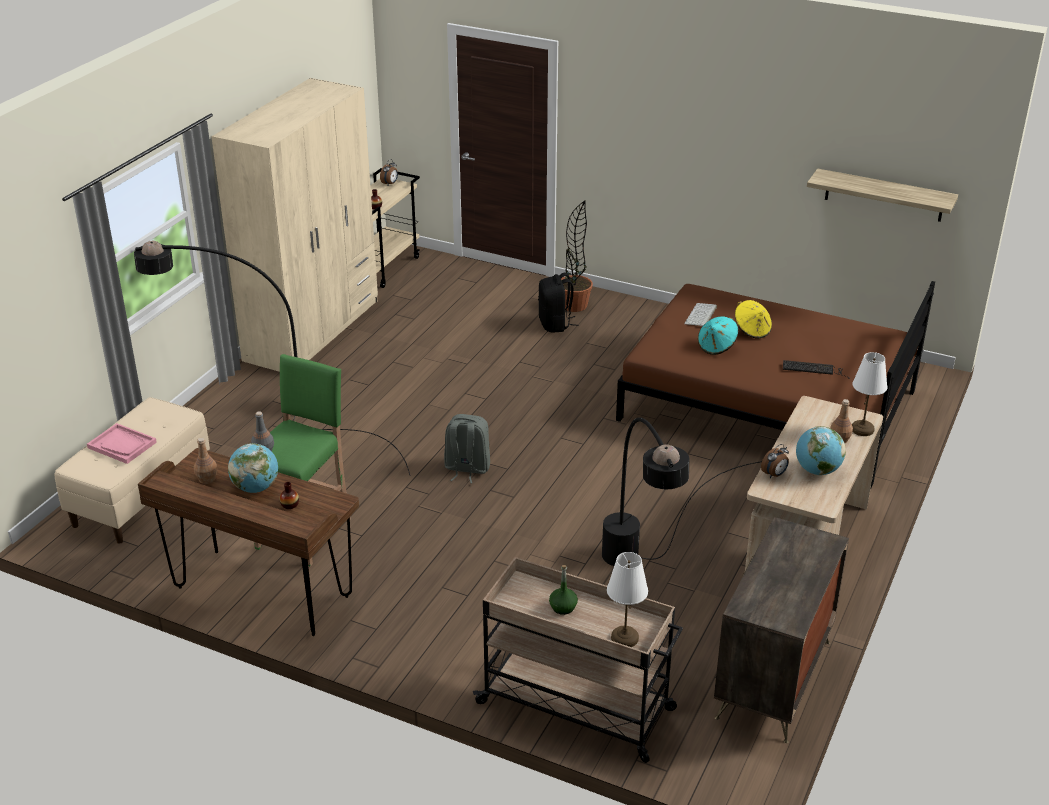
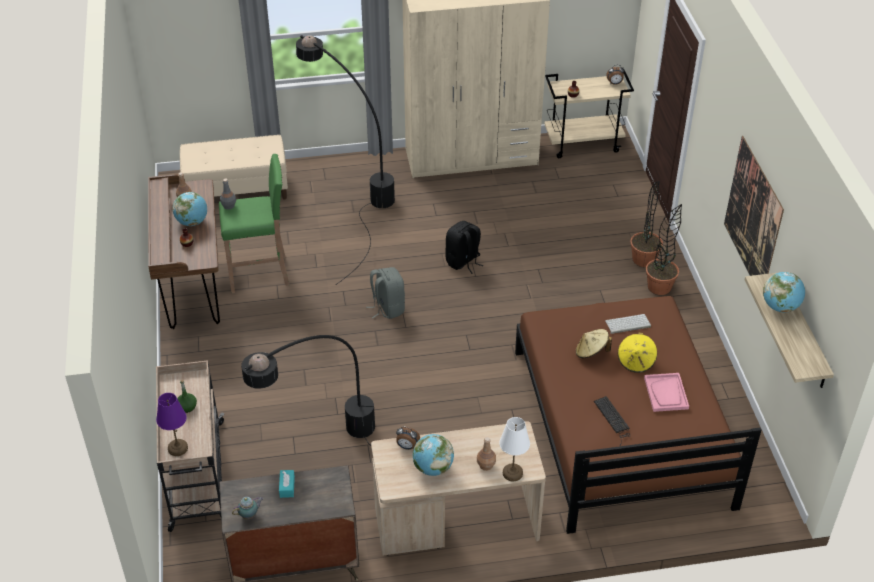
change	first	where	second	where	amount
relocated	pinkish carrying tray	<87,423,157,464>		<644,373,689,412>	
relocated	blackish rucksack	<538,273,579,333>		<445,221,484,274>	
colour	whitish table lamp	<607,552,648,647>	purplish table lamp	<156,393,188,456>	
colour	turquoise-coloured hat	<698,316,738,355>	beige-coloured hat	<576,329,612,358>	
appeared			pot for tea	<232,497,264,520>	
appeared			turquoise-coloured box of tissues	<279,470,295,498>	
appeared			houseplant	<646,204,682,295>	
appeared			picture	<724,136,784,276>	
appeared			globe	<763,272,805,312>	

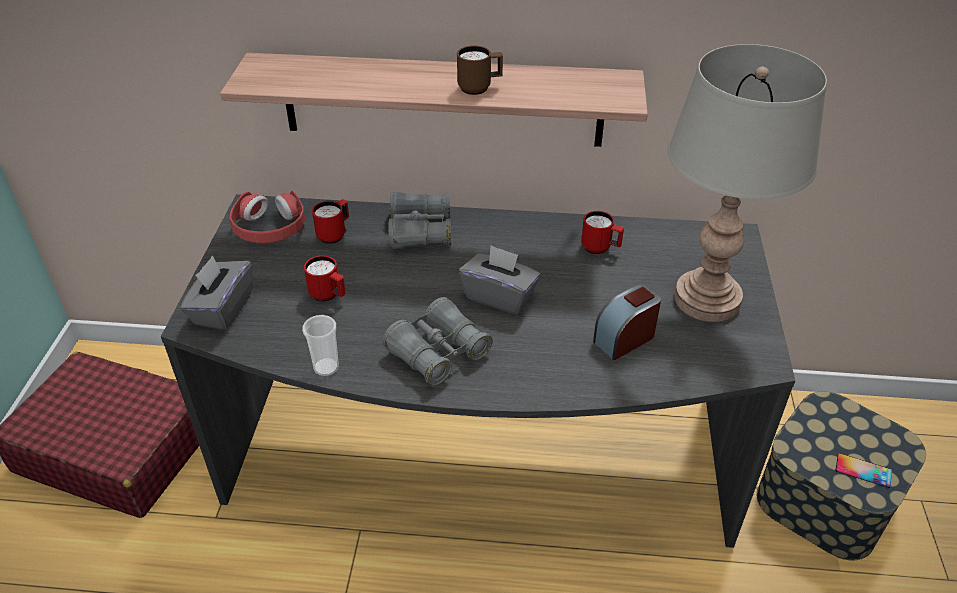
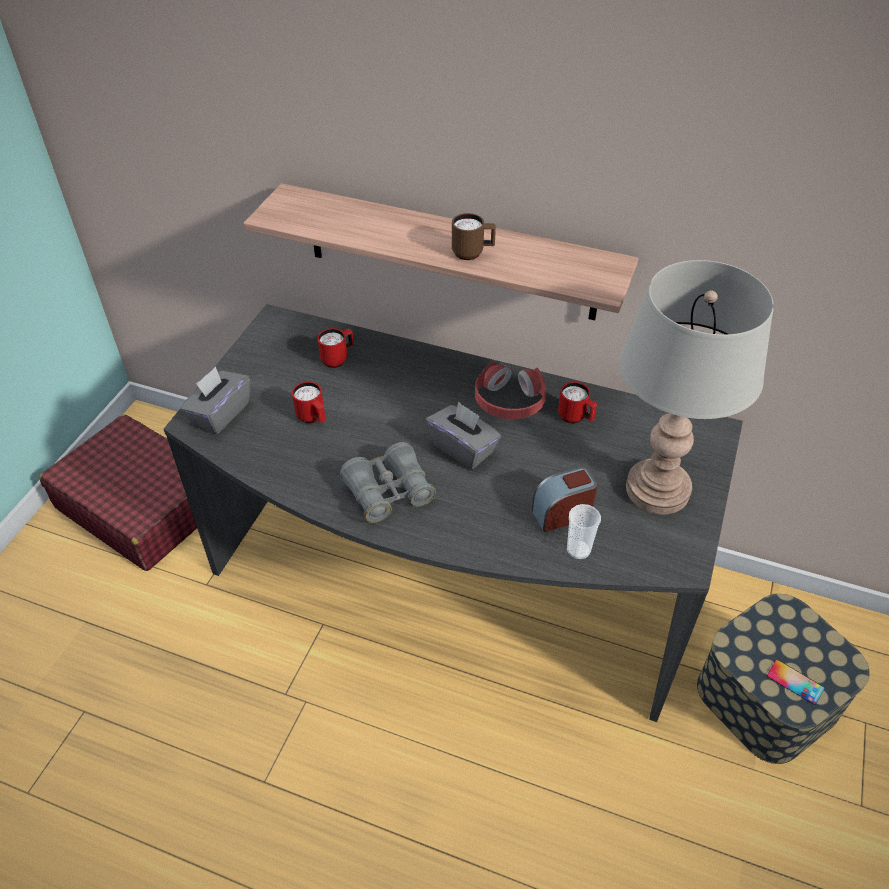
change	first	where	second	where	amount
relocated	reddish headset	<230,190,305,243>		<475,361,546,419>	
relocated	small cup	<302,315,339,376>		<567,504,601,559>	
missing	grey field glasses	<389,192,451,249>			

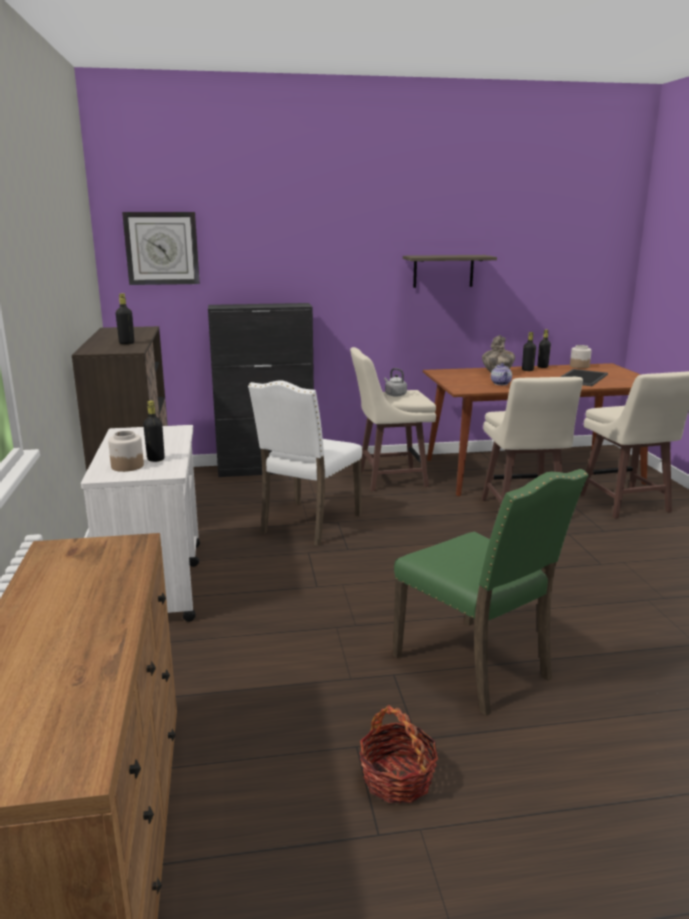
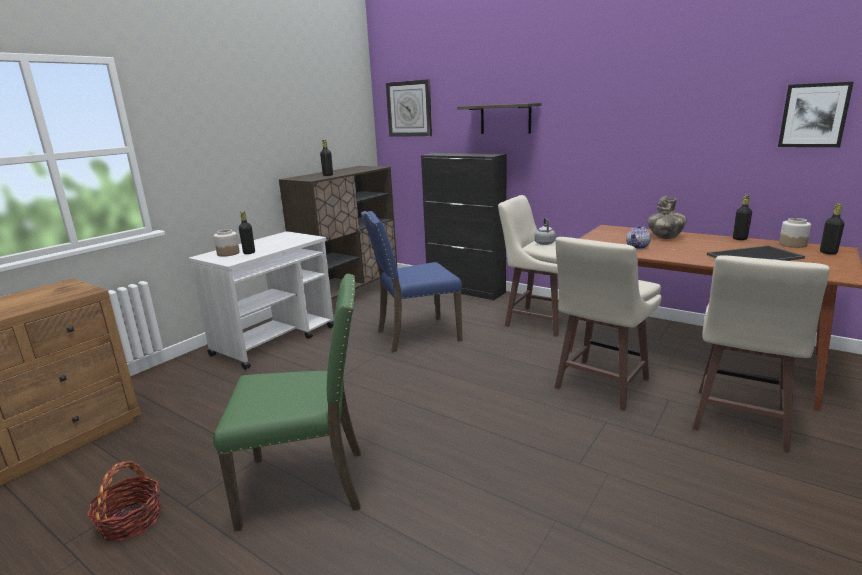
change	first	where	second	where	amount
colour	whitish upright chair	<248,380,362,546>	blue upright chair	<361,211,462,352>	
spun	green-coloured upright chair	<393,469,589,716>		<213,274,361,532>	105 degrees counterclockwise
relocated	wall shelf	<403,255,497,288>		<457,103,542,134>	
relocated	blackish beverage bottle	<522,332,536,371>		<820,204,845,255>	
appeared			picture	<778,82,854,147>	

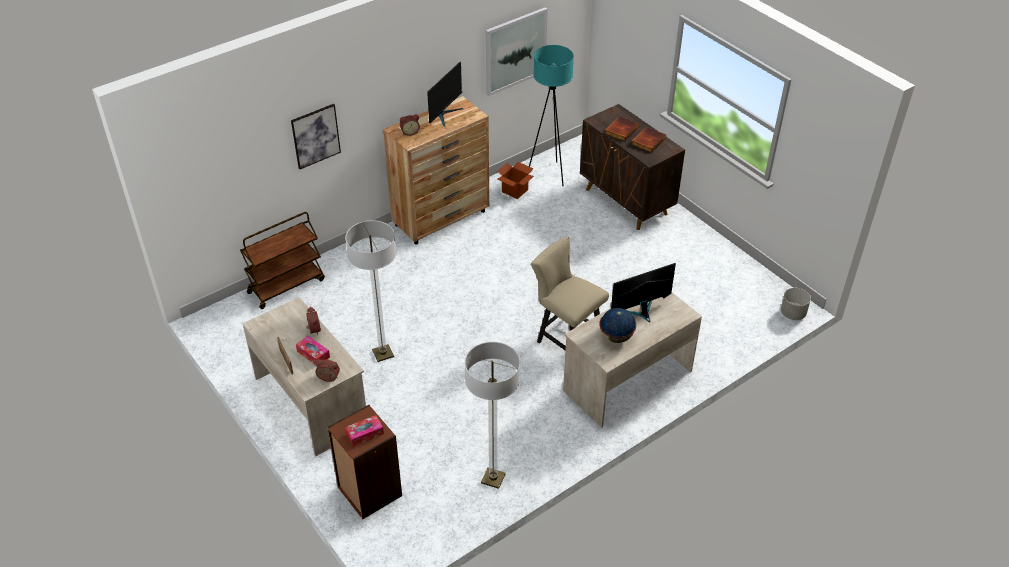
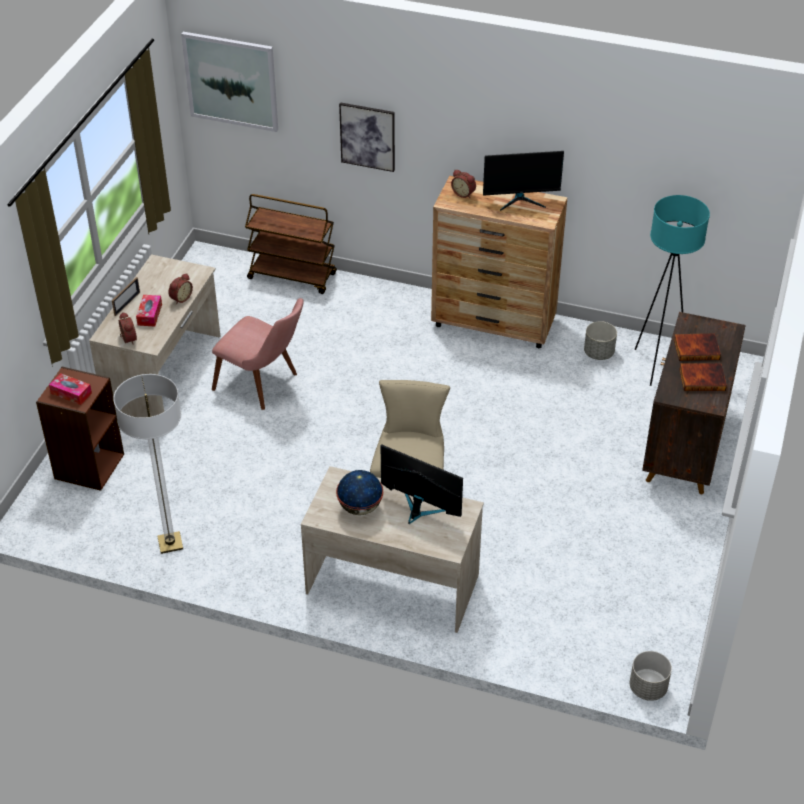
change	first	where	second	where	amount
exchanged	floor lamp	<345,220,397,362>	pinkish upright chair	<212,298,304,410>	
relocated	picture	<486,7,548,96>		<181,32,278,132>	
exchanged	carton	<497,162,534,199>	grey flower pot	<584,321,617,360>	

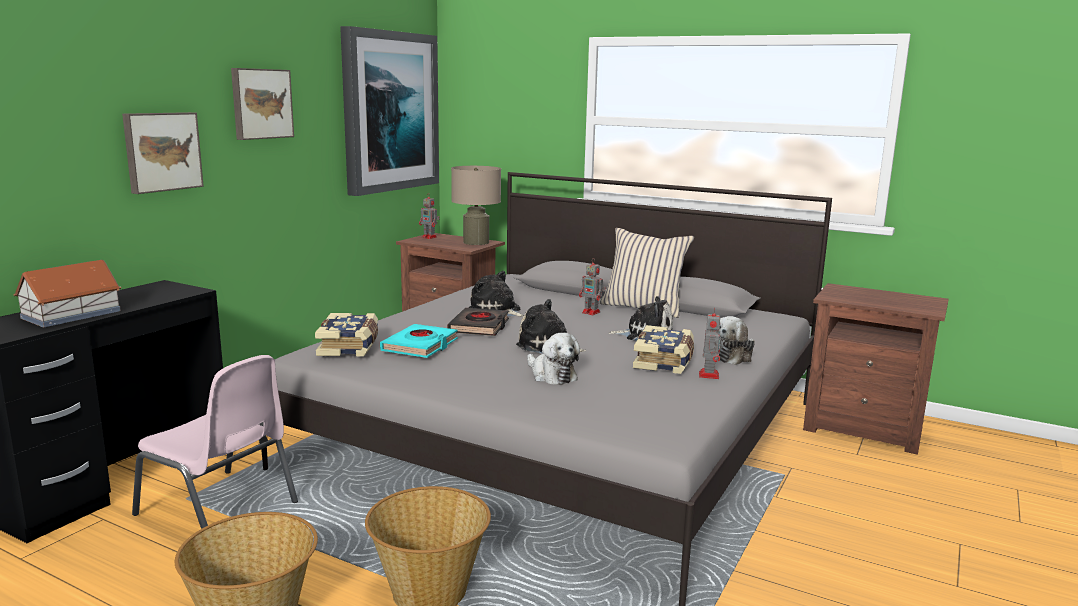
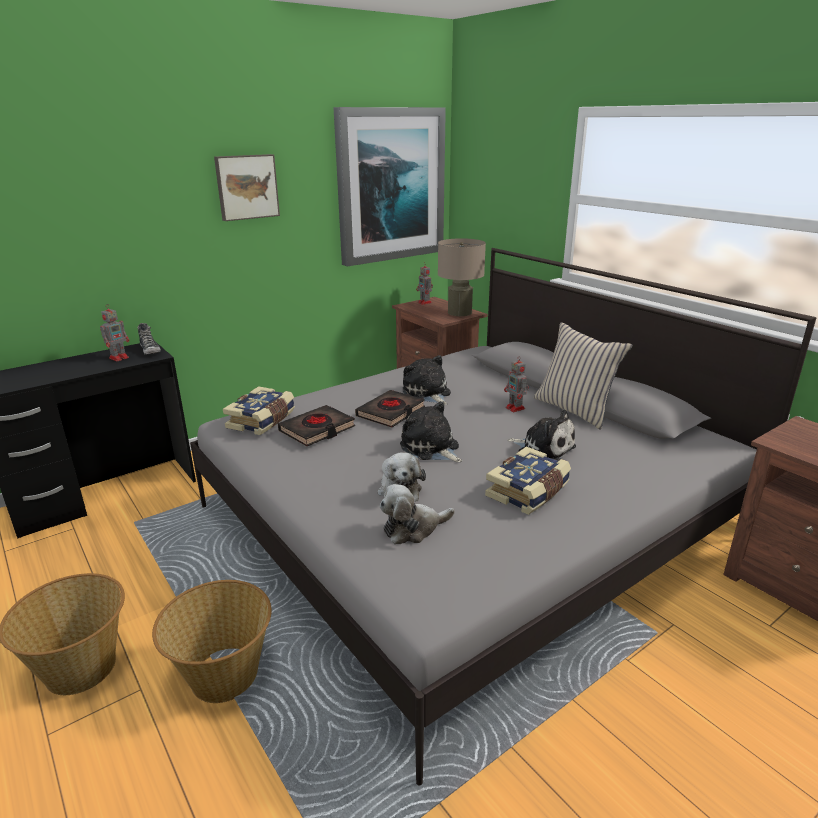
change	first	where	second	where	amount
missing	miniature house	<14,260,121,327>			
missing	picture	<122,112,204,194>			
missing	pinkish upright chair	<132,355,298,529>			
colour	turquoise-coloured volume	<380,324,458,358>	blackish volume	<278,405,355,446>	
relocated	toy robot	<699,307,720,379>		<100,304,129,361>	
relocated	cuddly toy	<716,316,755,365>		<379,484,455,544>	
appeared			low shoe	<138,323,161,354>	

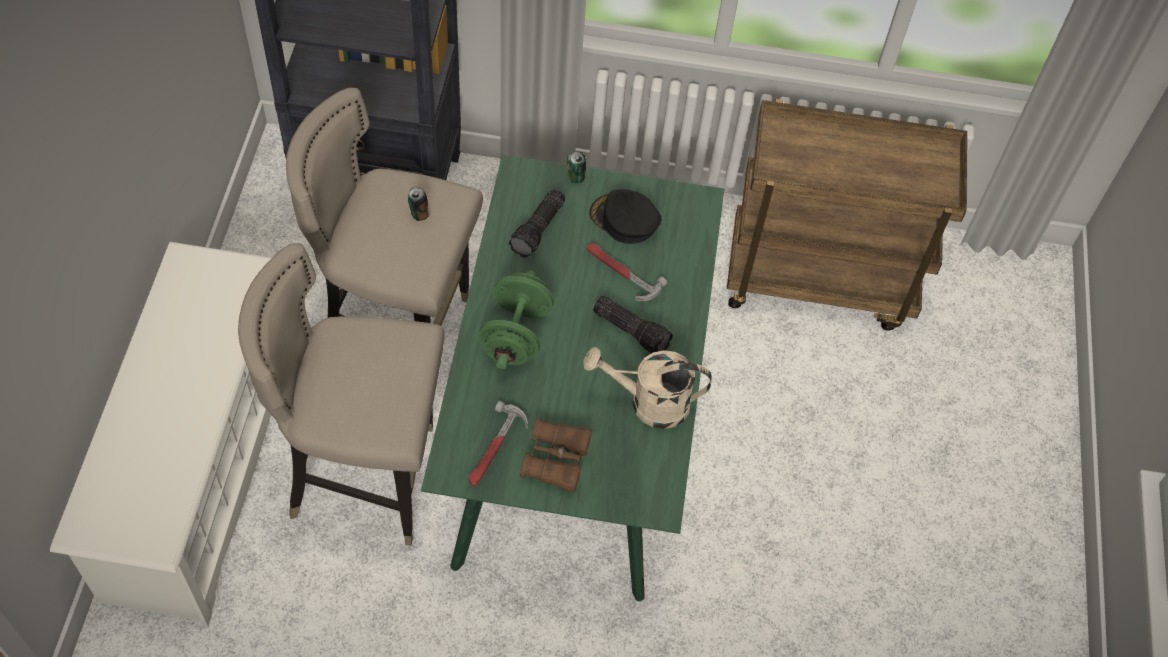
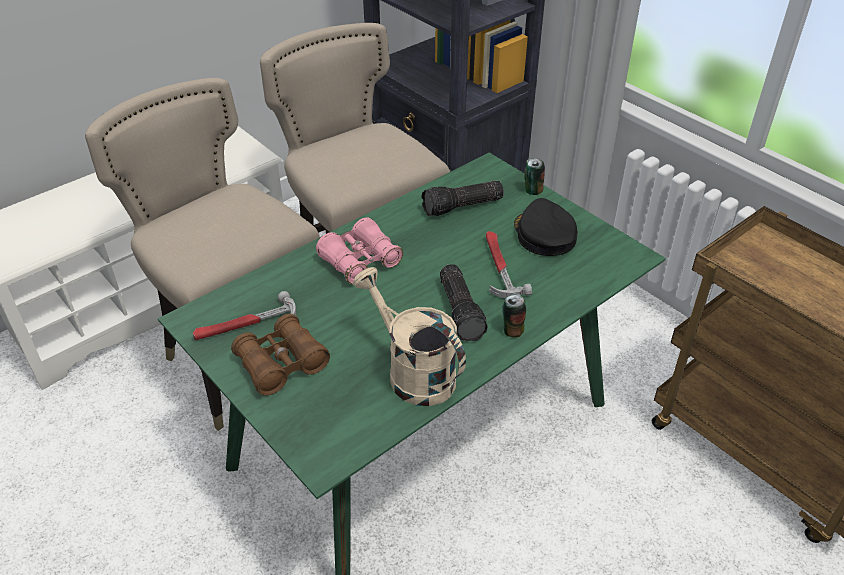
change	first	where	second	where	amount
relocated	metal can	<408,187,429,221>		<503,293,526,337>	
exchanged	green-coloured hand weight	<478,270,554,369>	pinkish field glasses	<316,218,403,284>	

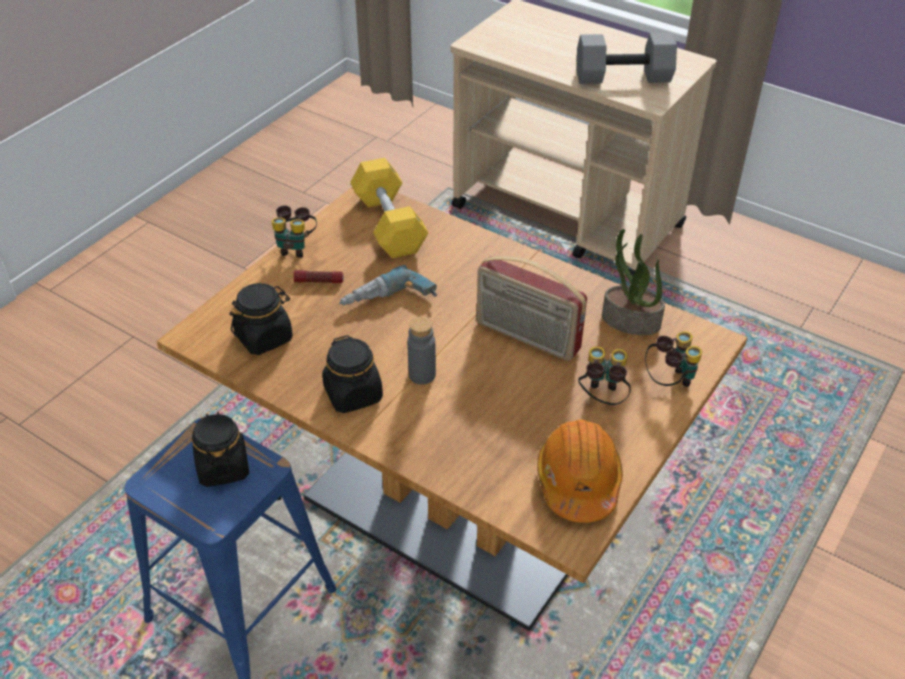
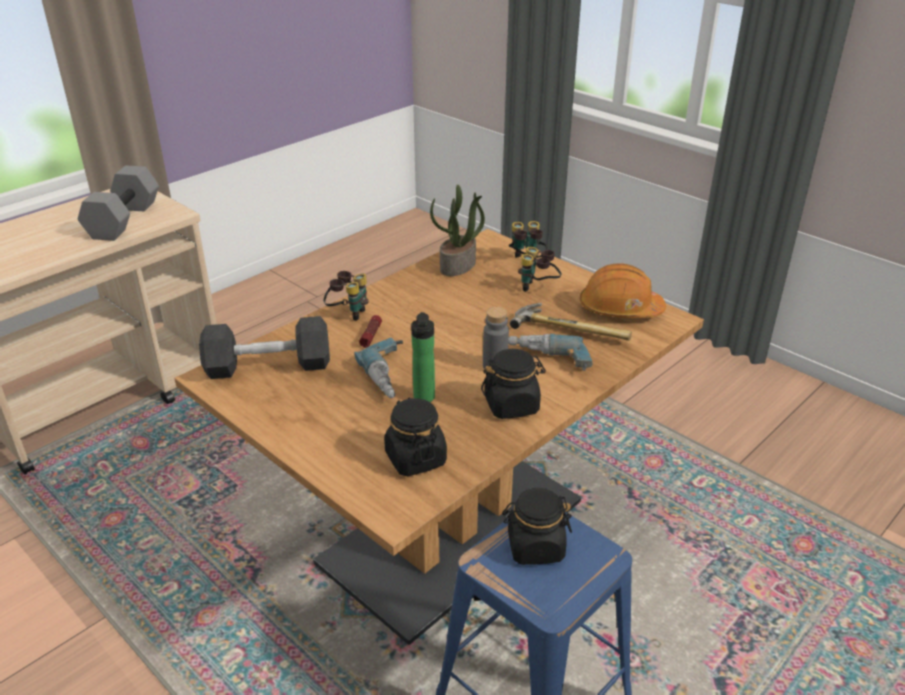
change	first	where	second	where	amount
relocated	field glasses	<271,205,317,258>		<323,271,369,321>	
relocated	torch	<294,270,344,283>		<359,315,382,348>	
colour	yellow hand weight	<350,158,428,258>	blackish hand weight	<199,316,330,379>	
missing	radio	<477,256,587,361>			
appeared			beverage bottle	<411,312,435,402>	
appeared			drill	<508,334,593,371>	
appeared			hammer	<510,303,632,341>	

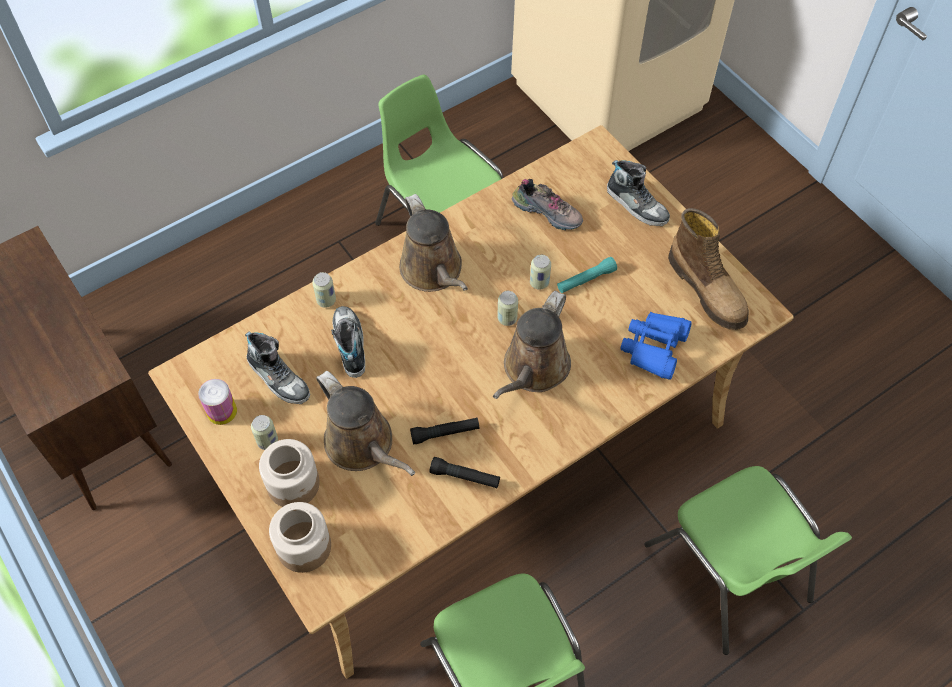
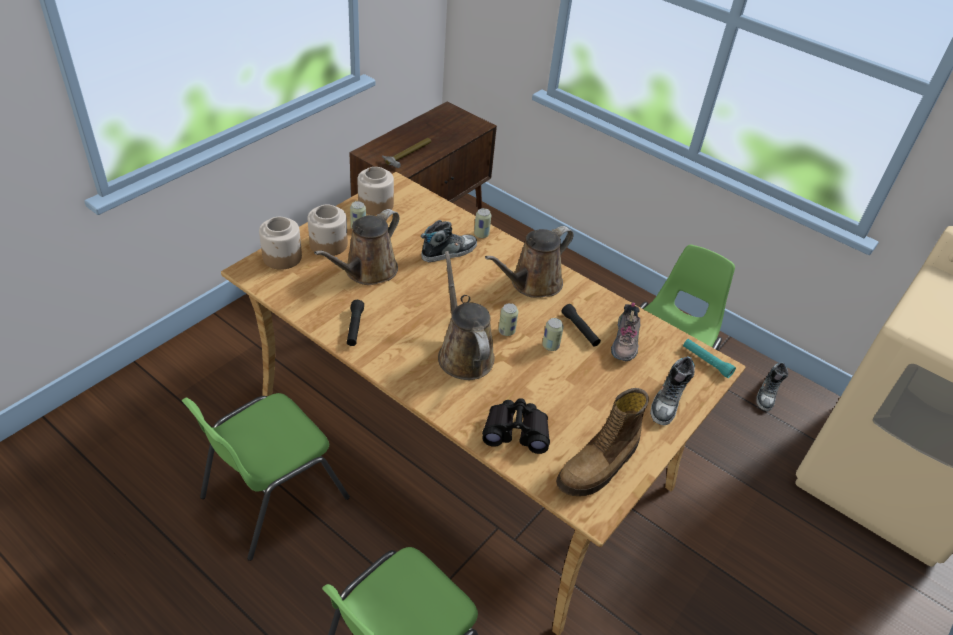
change	first	where	second	where	amount
exchanged	metal can	<198,379,237,425>	storage jar	<357,167,394,215>	
relocated	low shoe	<245,331,310,404>		<756,362,788,411>	
relocated	blackish torch	<410,417,480,445>		<562,304,601,347>	
spun	brownish watering can	<493,291,571,399>		<438,251,495,380>	60 degrees clockwise
relocated	turquoise-coloured torch	<557,257,617,293>		<683,339,736,378>	
colour	blue field glasses	<620,312,692,380>	blackish field glasses	<482,398,550,454>	
appeared			hammer	<382,138,431,168>	

